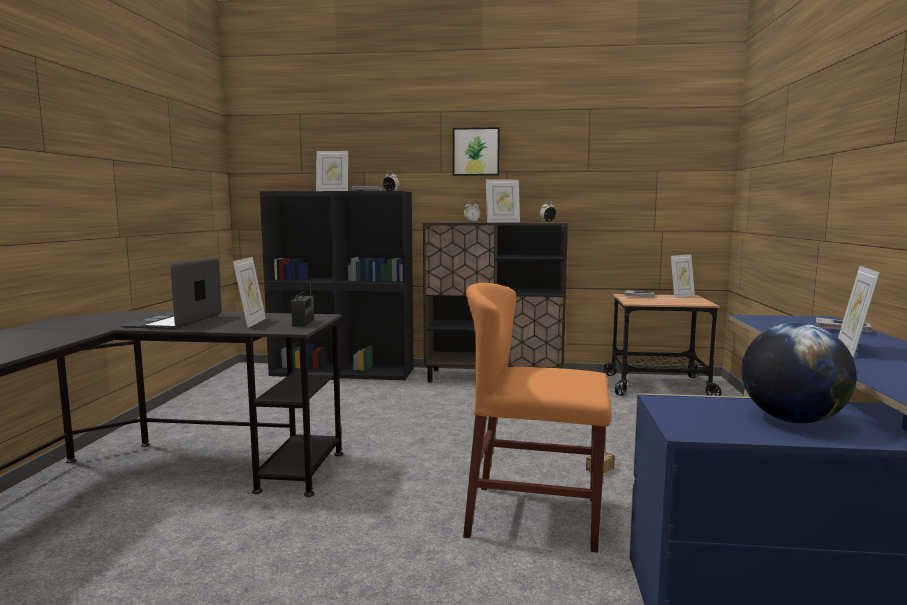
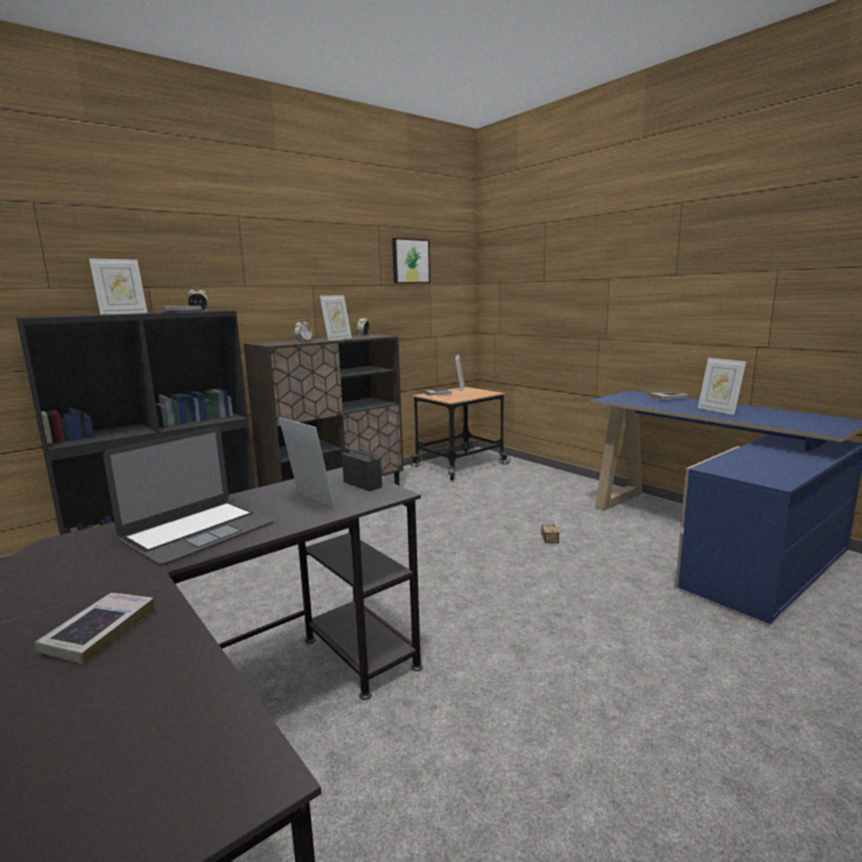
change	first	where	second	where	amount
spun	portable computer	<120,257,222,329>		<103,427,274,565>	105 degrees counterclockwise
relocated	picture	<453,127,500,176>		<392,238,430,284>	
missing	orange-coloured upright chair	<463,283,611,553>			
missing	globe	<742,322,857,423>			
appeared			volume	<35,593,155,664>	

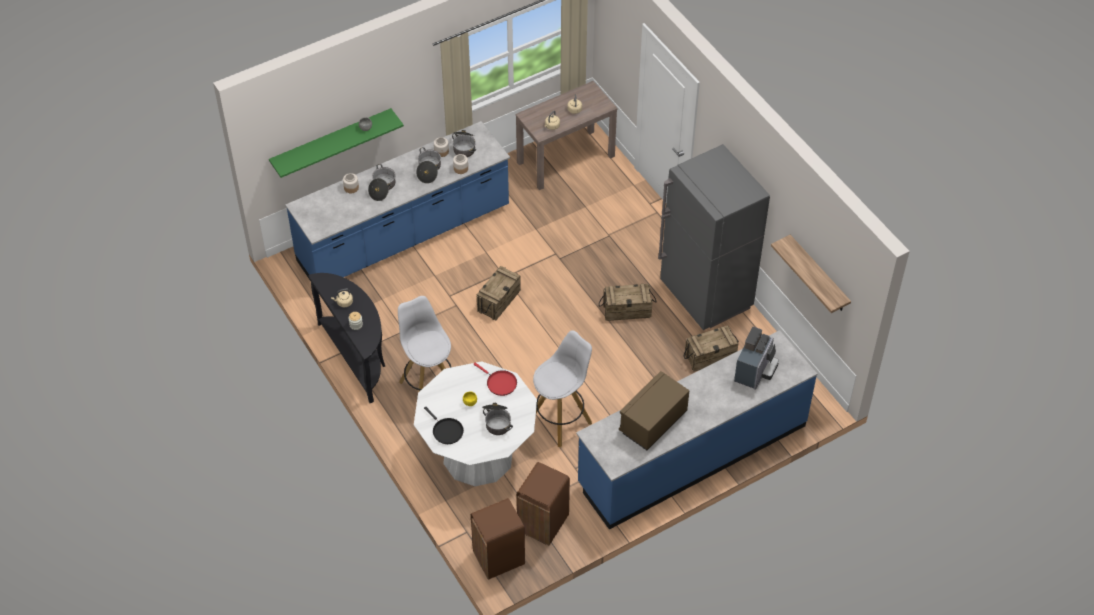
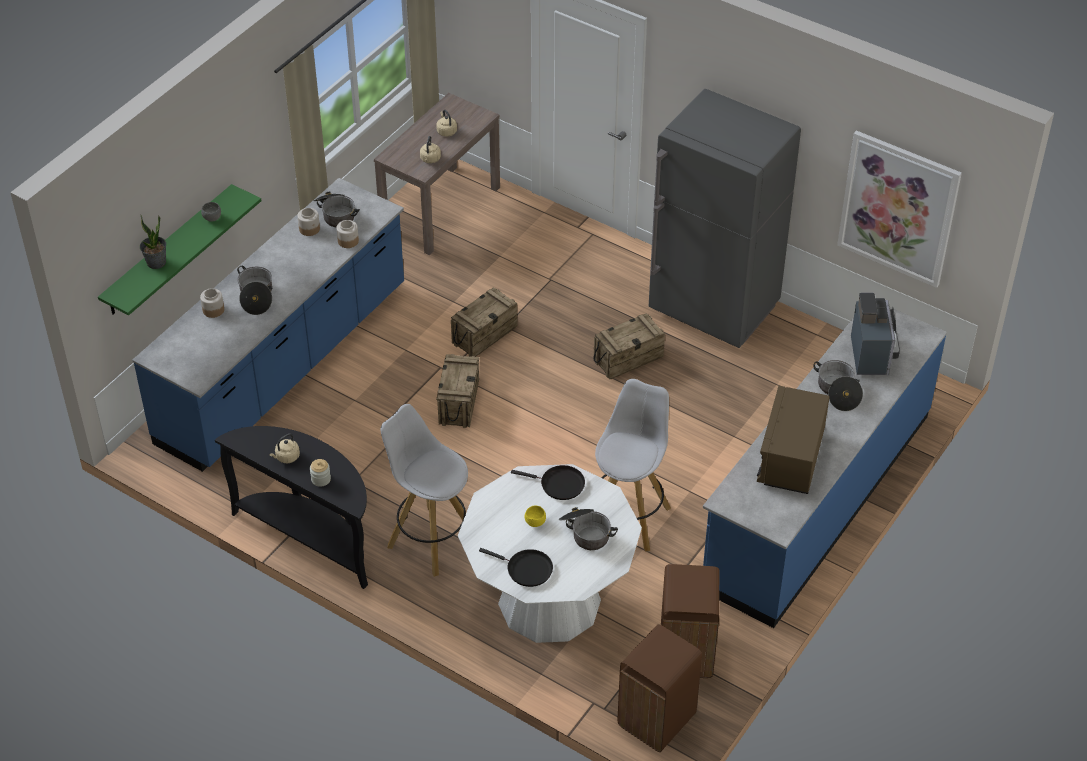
change	first	where	second	where	amount
relocated	cooking pot	<416,147,441,184>		<813,360,863,411>	
colour	reddish skillet	<474,363,517,396>	blackish skillet	<511,465,585,500>	
relocated	packing crate	<684,326,739,371>		<451,287,518,357>	
exchanged	wall shelf	<771,235,851,313>	picture	<837,131,962,288>	
appeared			houseplant	<140,215,166,269>	

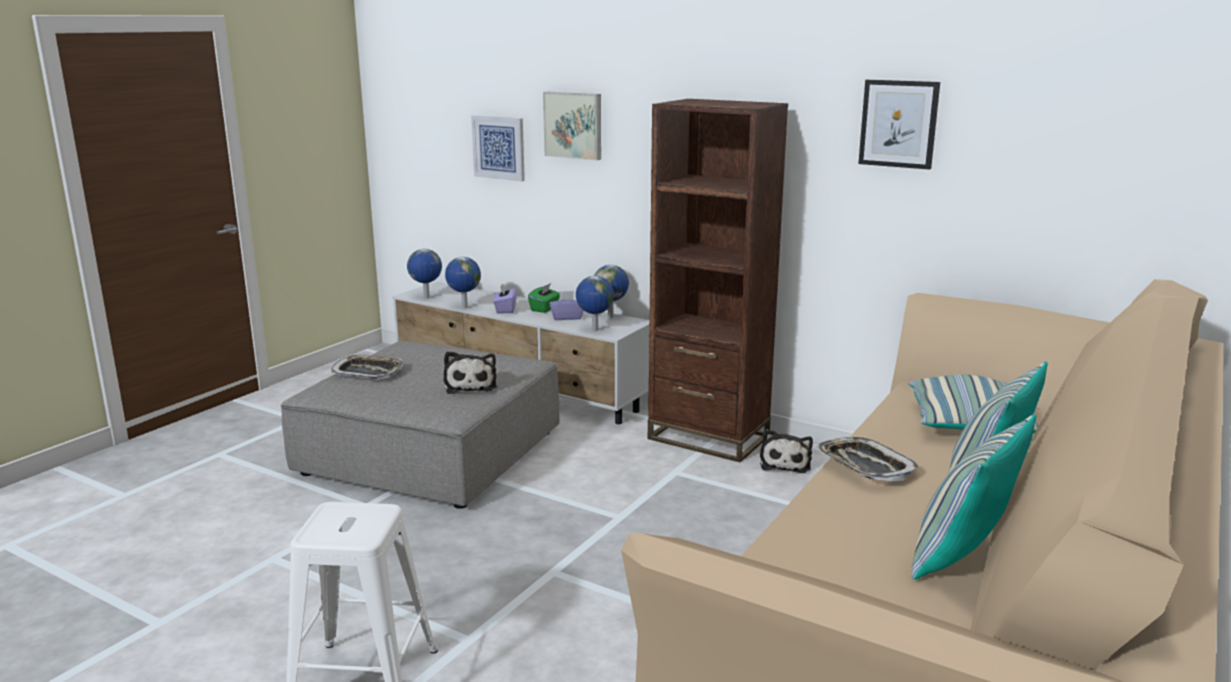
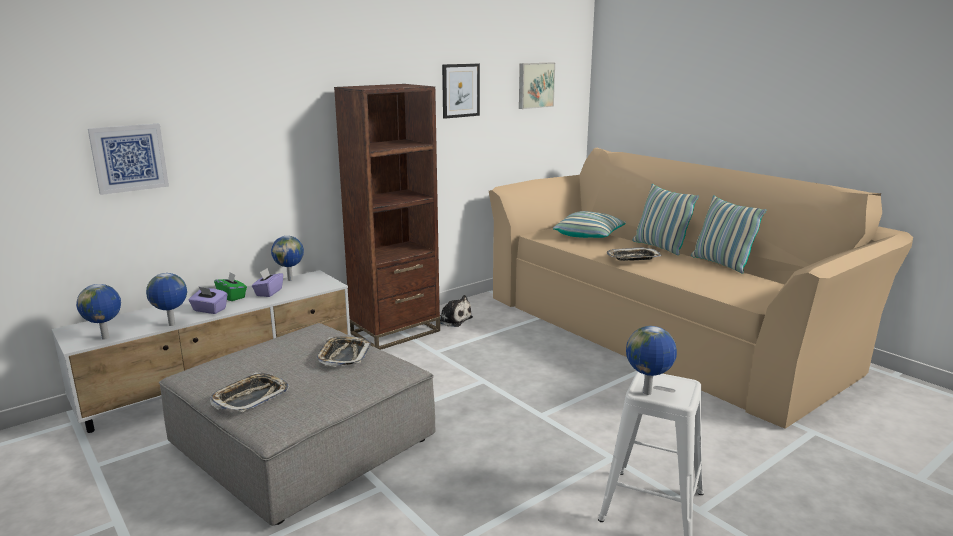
change	first	where	second	where	amount
exchanged	cuddly toy	<444,351,497,394>	carrying tray	<316,336,371,367>	
relocated	picture	<543,92,601,160>		<519,63,555,109>	
relocated	globe	<576,276,614,331>		<626,326,677,395>	

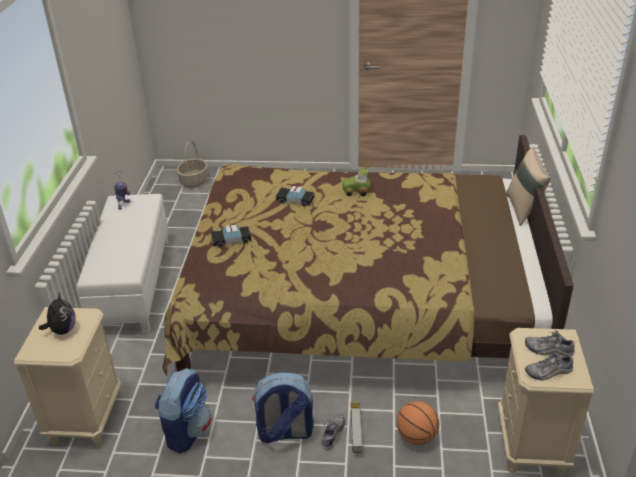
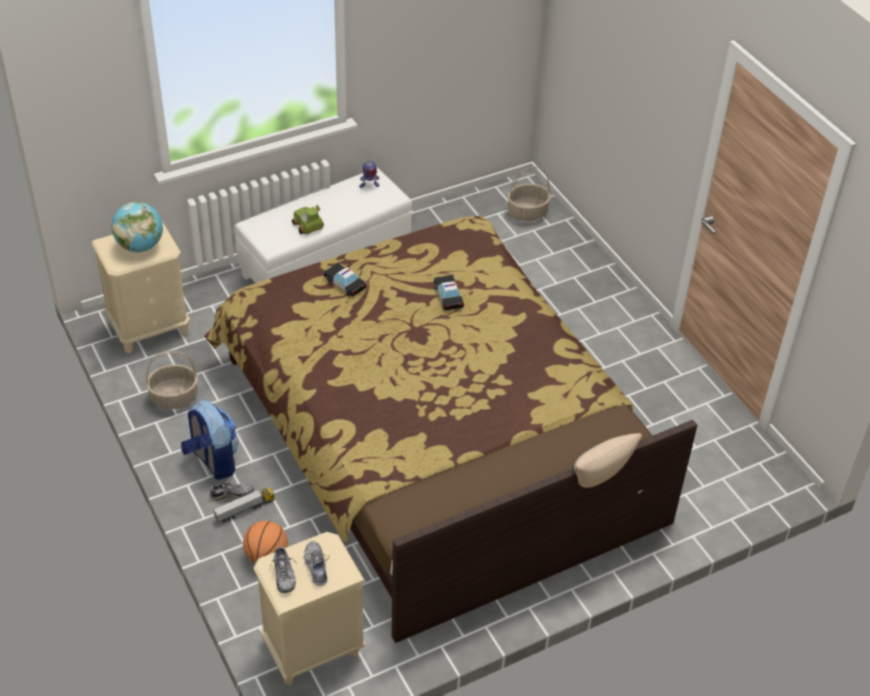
change	first	where	second	where	amount
exchanged	cuddly toy	<39,293,76,335>	globe	<112,202,163,252>	
exchanged	rucksack	<155,368,211,454>	basket	<146,350,198,409>	
relocated	toy car	<342,164,370,197>		<292,205,324,235>	
spun	low shoe	<525,350,575,381>		<270,546,297,593>	150 degrees counterclockwise

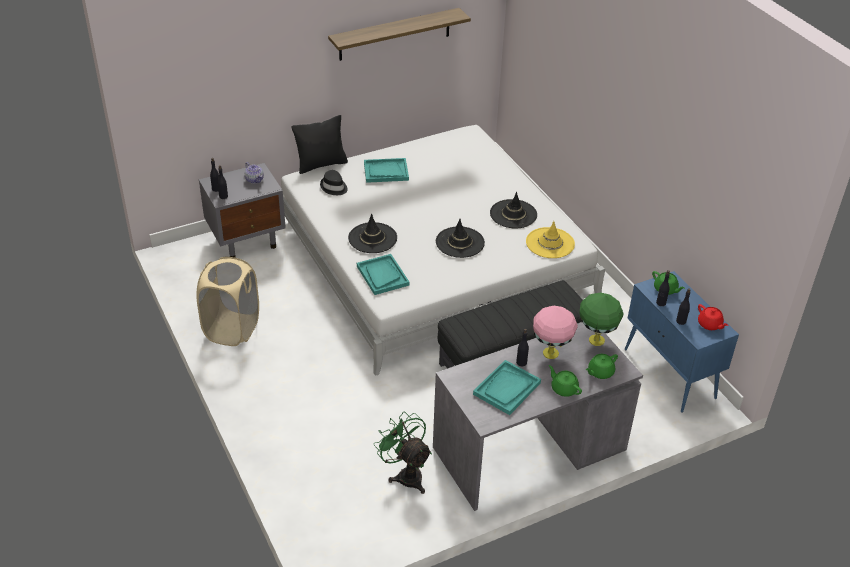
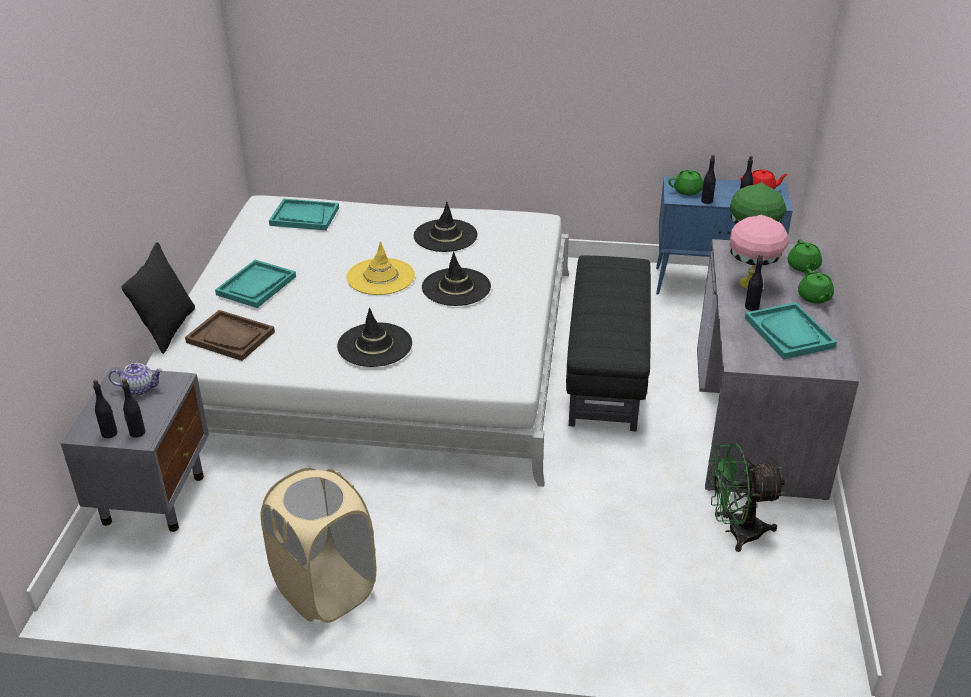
change	first	where	second	where	amount
exchanged	blackish hat	<320,170,348,195>	brownish carrying tray	<185,310,275,361>	
missing	wall shelf	<328,8,471,61>			
relocated	turquoise-coloured carrying tray	<357,254,410,295>		<269,199,339,230>	
relocated	yellow hat	<526,221,575,258>		<346,241,415,295>	
spun	green-coloured pot for tea	<549,365,582,397>		<798,269,834,304>	90 degrees counterclockwise

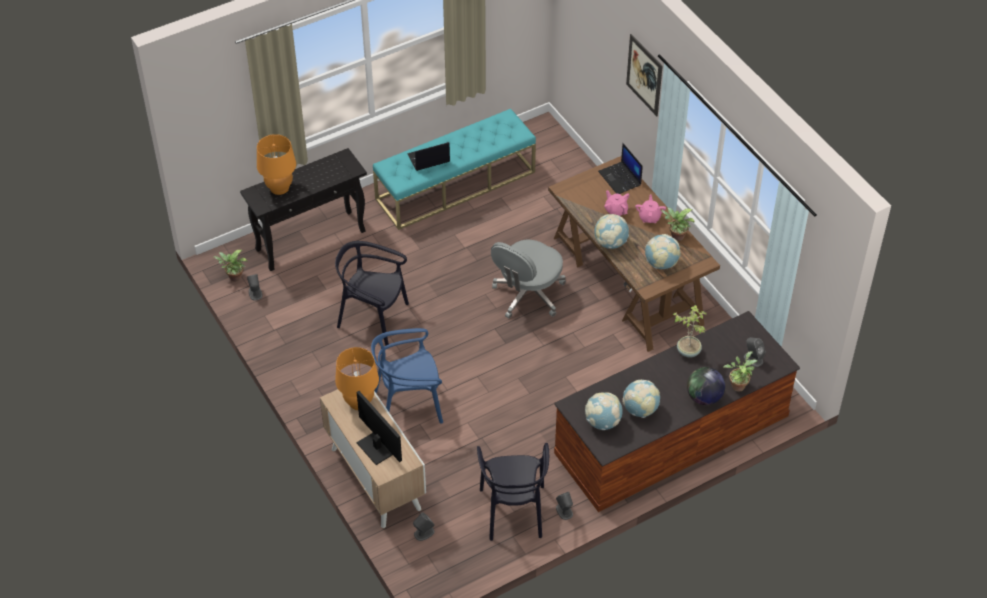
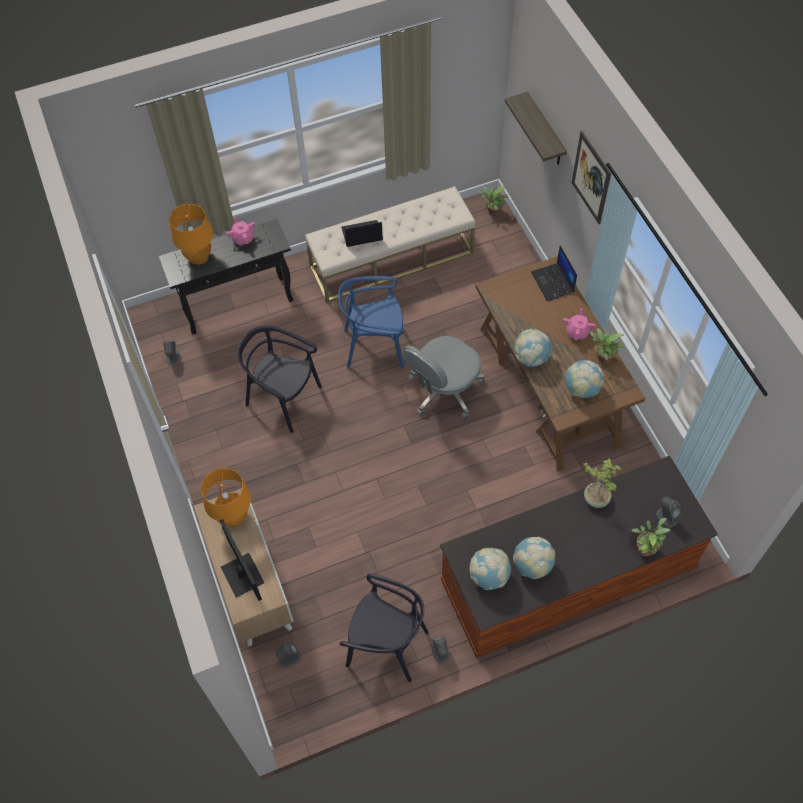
change	first	where	second	where	amount
relocated	houseplant	<214,250,247,281>		<478,186,509,216>	
relocated	blue upright chair	<371,328,443,424>		<338,276,405,369>	
colour	turquoise-coloured long seat	<373,109,536,230>	beige-coloured long seat	<305,186,475,303>	
spun	blackish upright chair	<477,443,549,541>		<340,574,429,682>	75 degrees counterclockwise
relocated	pinkish pot for tea	<604,190,629,216>		<226,217,255,246>	
missing	globe	<687,367,725,405>			
appeared			wall shelf	<505,92,567,165>	

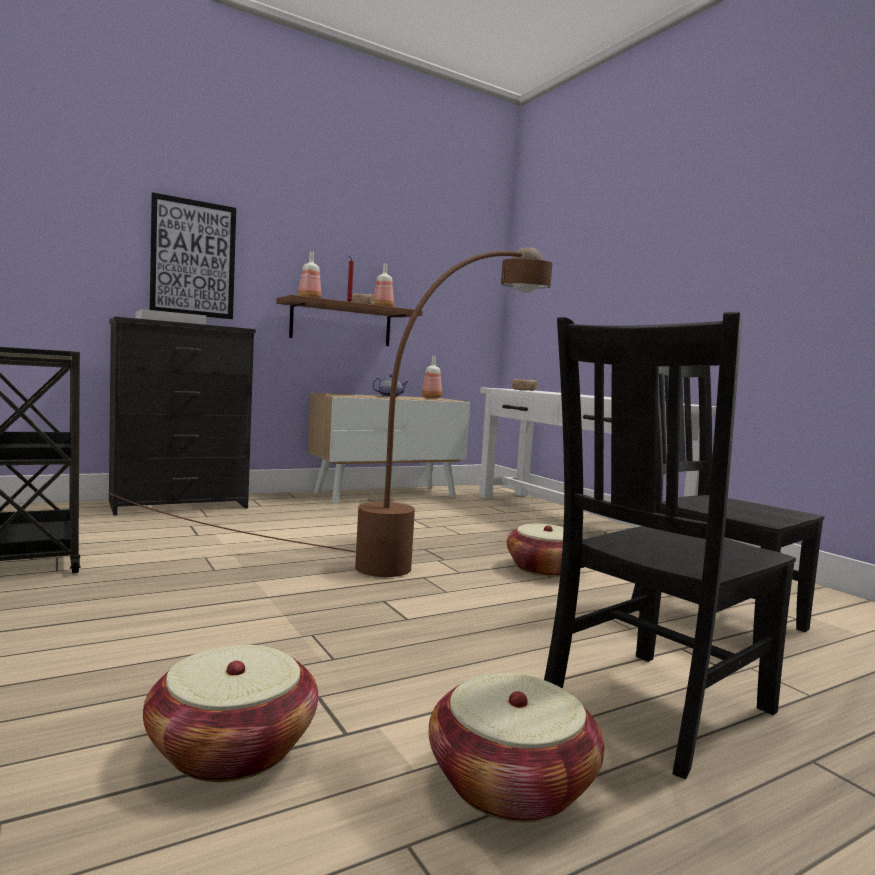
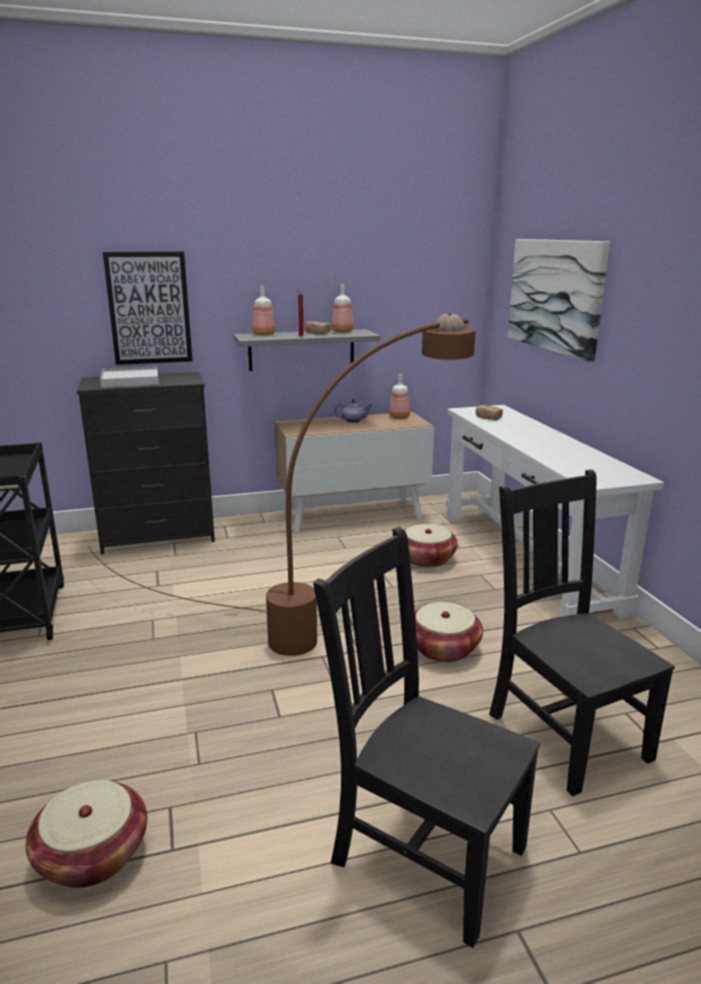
change	first	where	second	where	amount
colour	brownish wall shelf	<277,295,422,346>	grey wall shelf	<233,329,380,371>	
relocated	basket	<429,673,604,823>		<405,524,458,567>	
spun	blackish upright chair	<544,312,796,779>		<313,527,540,948>	60 degrees clockwise
appeared			picture	<507,239,610,362>	

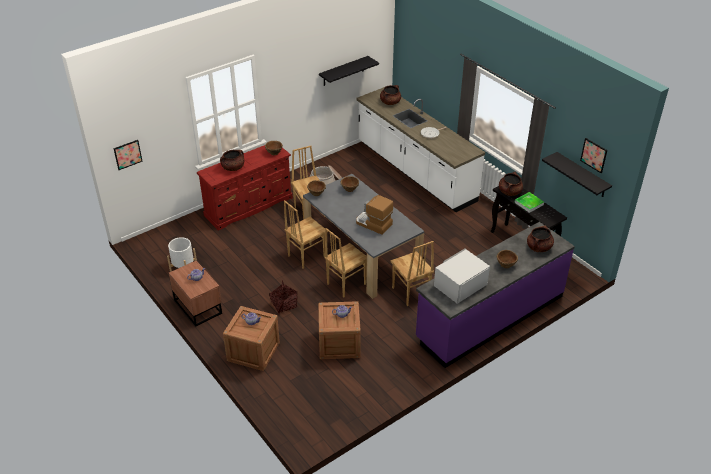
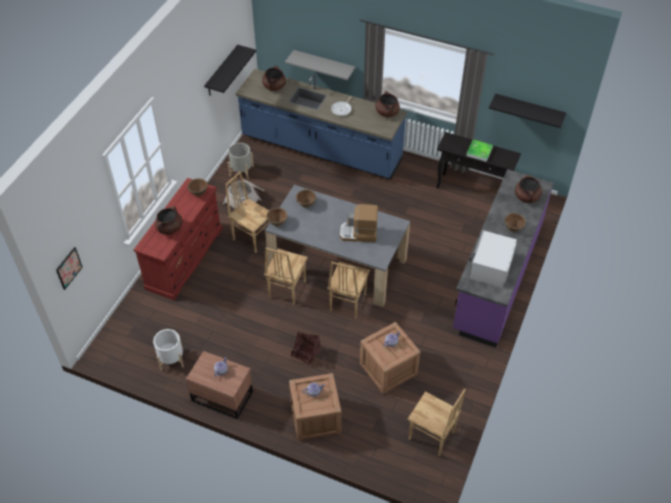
change	first	where	second	where	amount
colour	whitish kitchen counter	<356,87,485,212>	blue kitchen counter	<236,69,407,180>	
relocated	brownish upright chair	<390,241,434,306>		<408,389,466,456>	
relocated	brownish cooking pot	<499,172,523,196>		<375,91,400,117>	
missing	picture	<580,138,607,173>			
appeared			grey flower pot	<228,143,254,180>	
appeared			grey wall shelf	<285,50,356,80>	

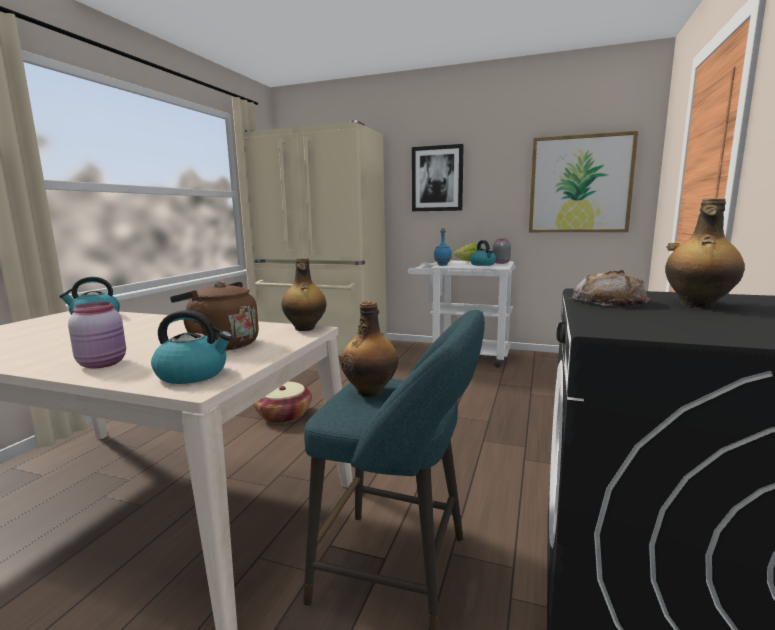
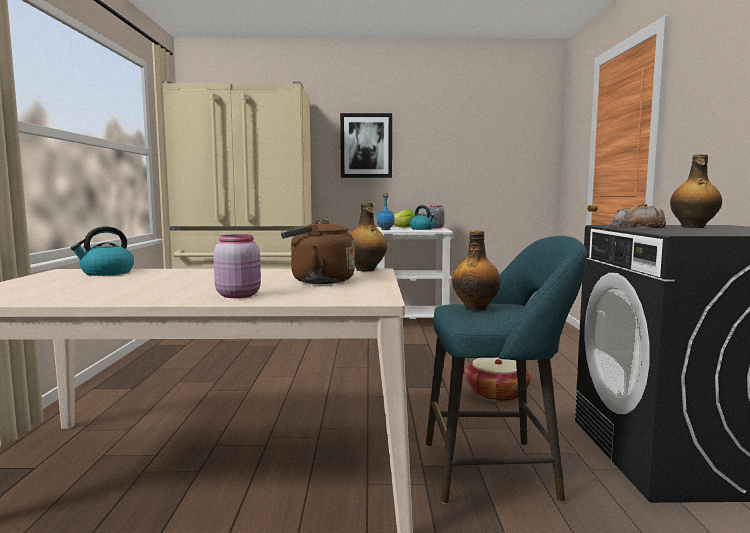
change	first	where	second	where	amount
missing	tea kettle	<151,310,233,384>			
relocated	basket	<254,382,312,423>		<465,358,531,402>	
missing	picture	<529,131,638,232>			

